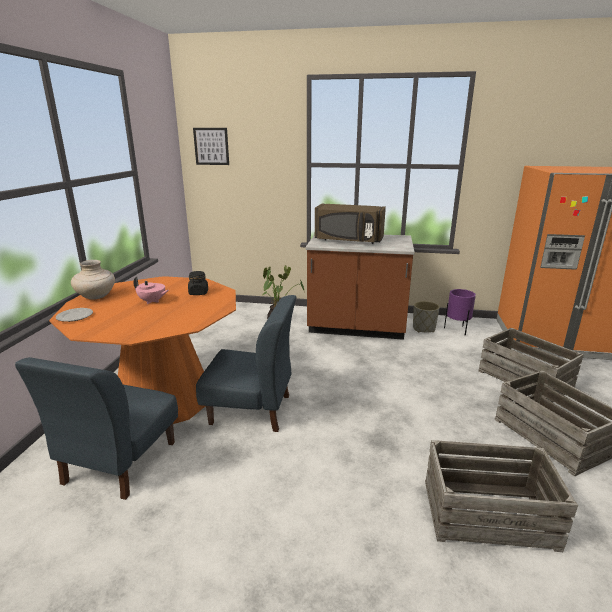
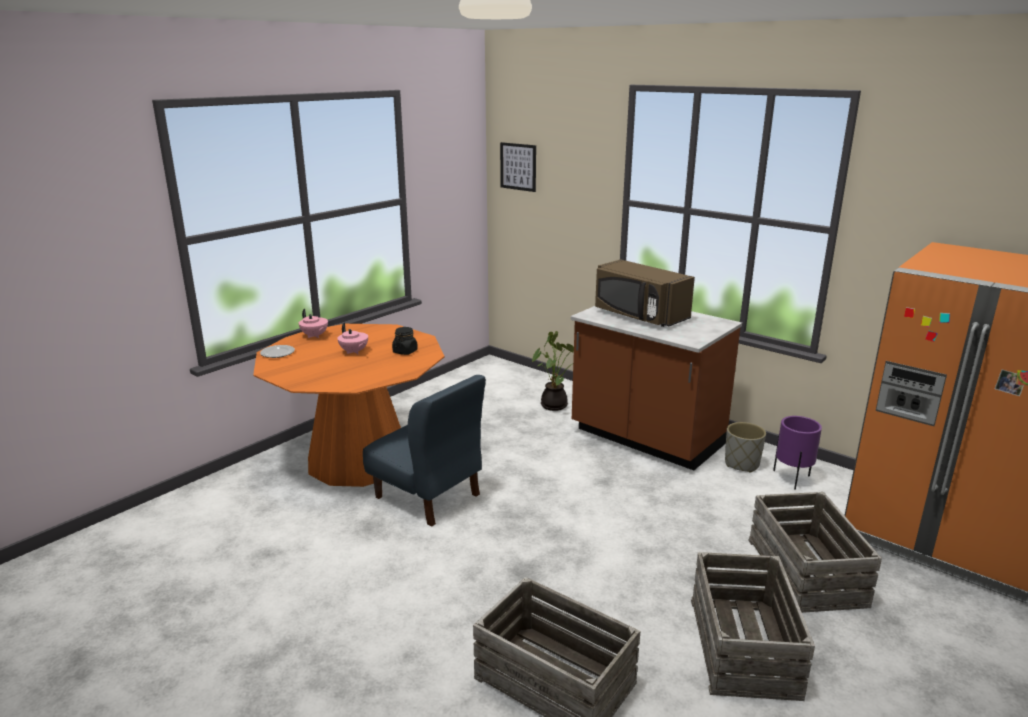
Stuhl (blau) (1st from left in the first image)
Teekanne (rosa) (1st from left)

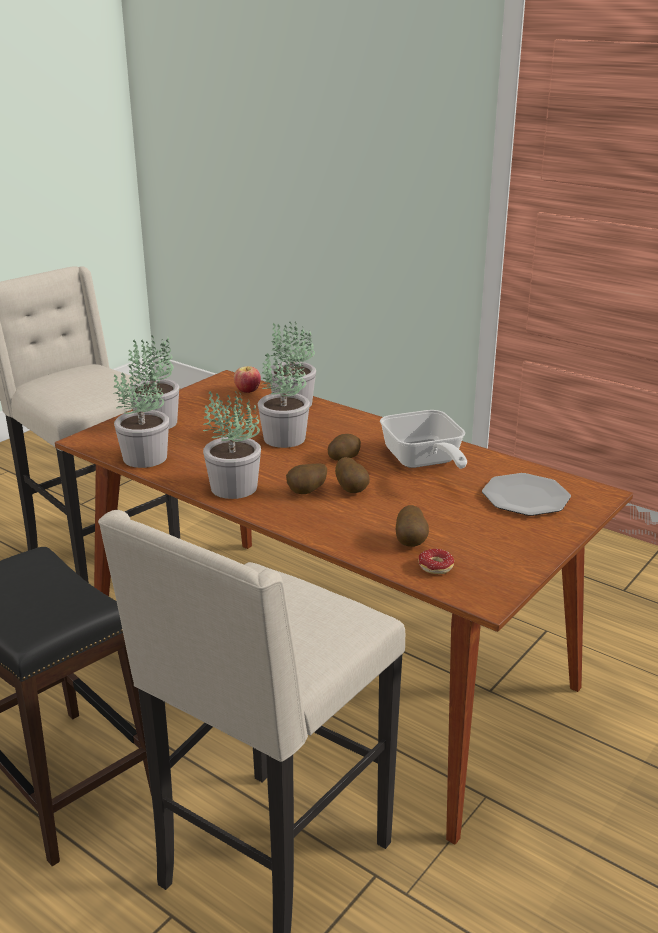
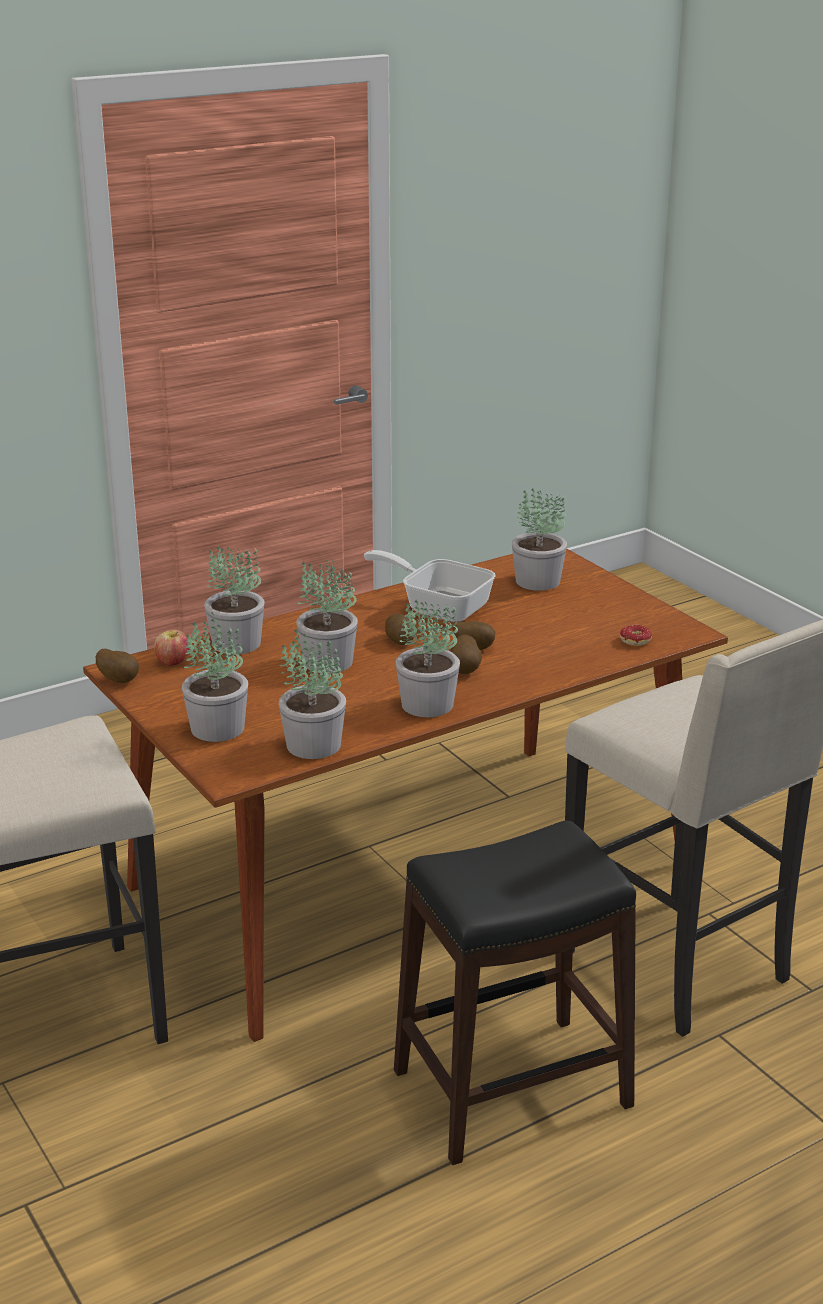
Pfanne
Kartoffel (1st from left)
Topfpflanze (6th from left)

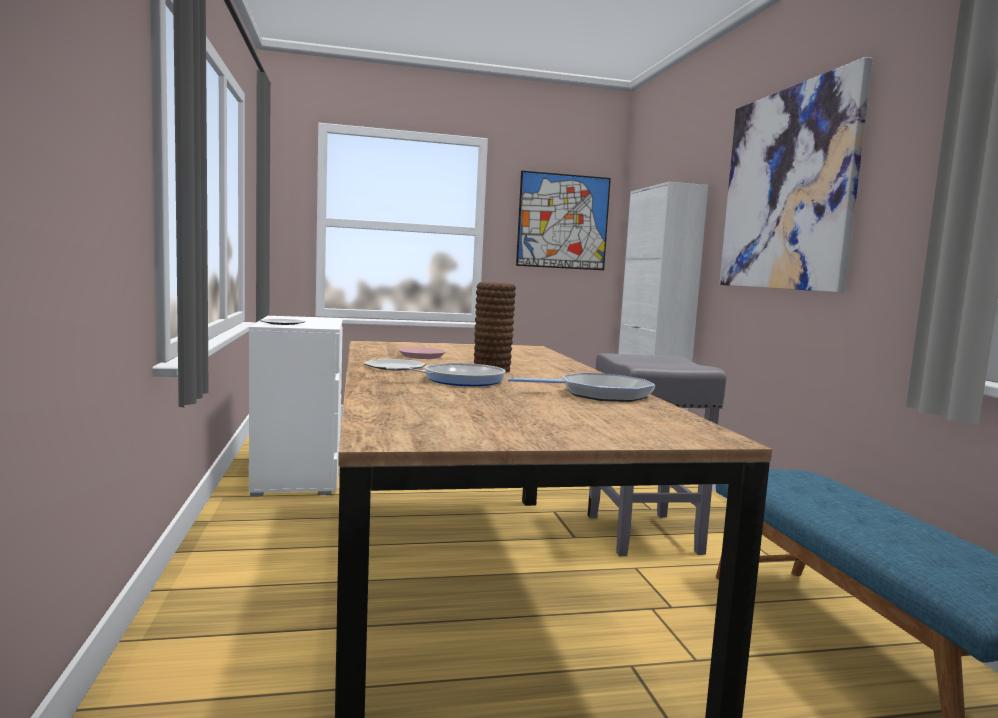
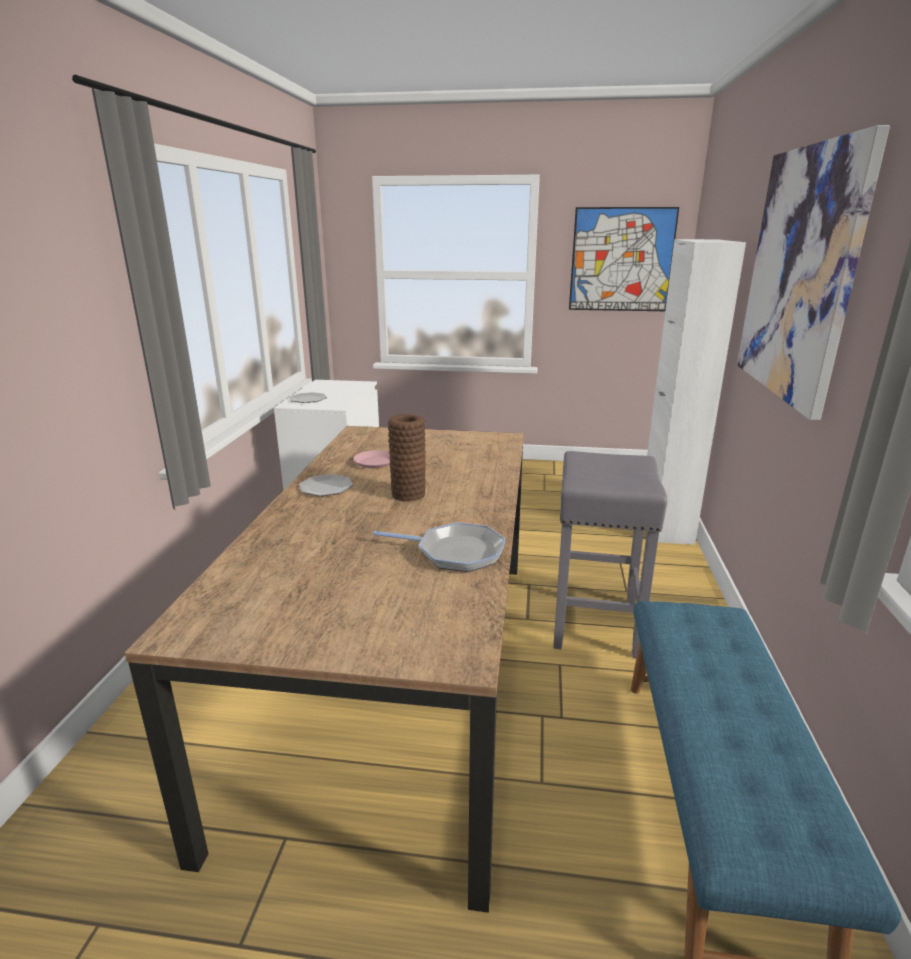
Pfanne (1st from left in the first image)

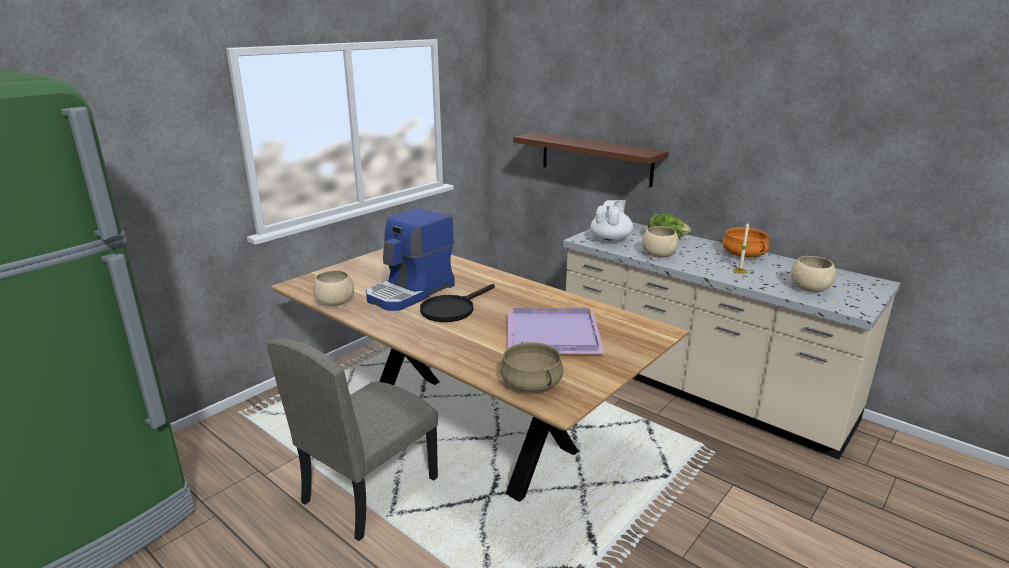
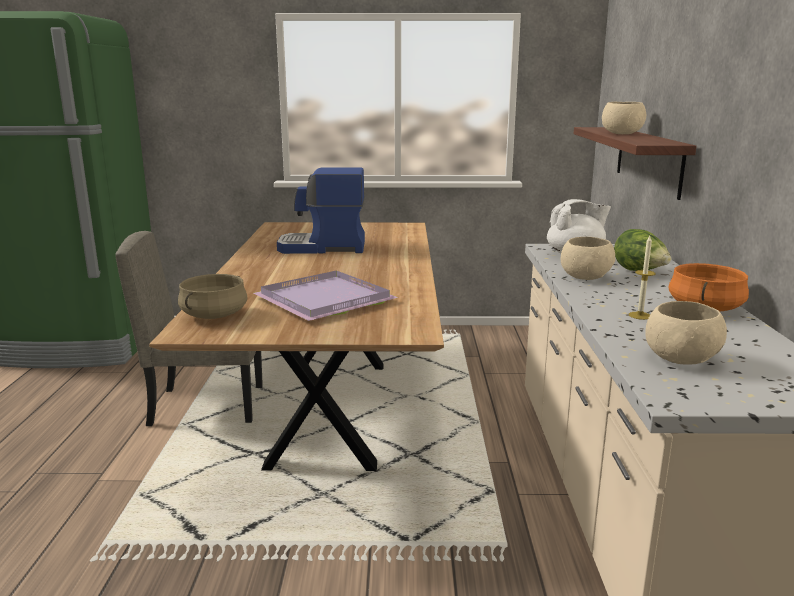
Schüssel (beige) (2nd from left)
Pfanne (schwarz)

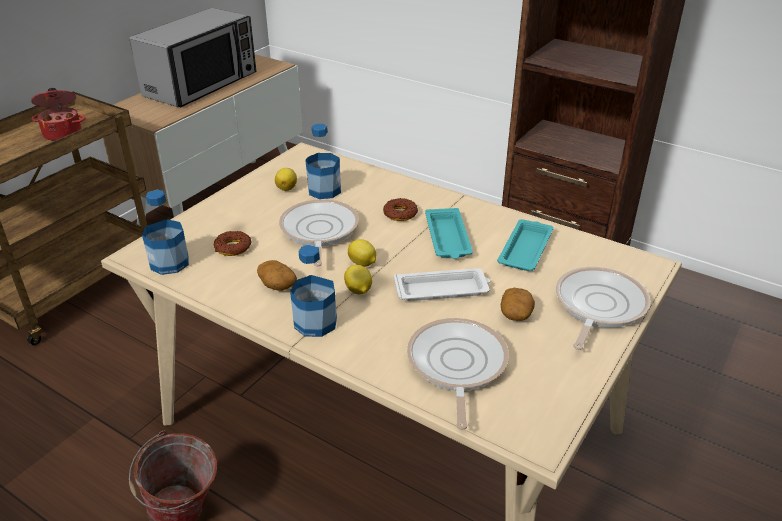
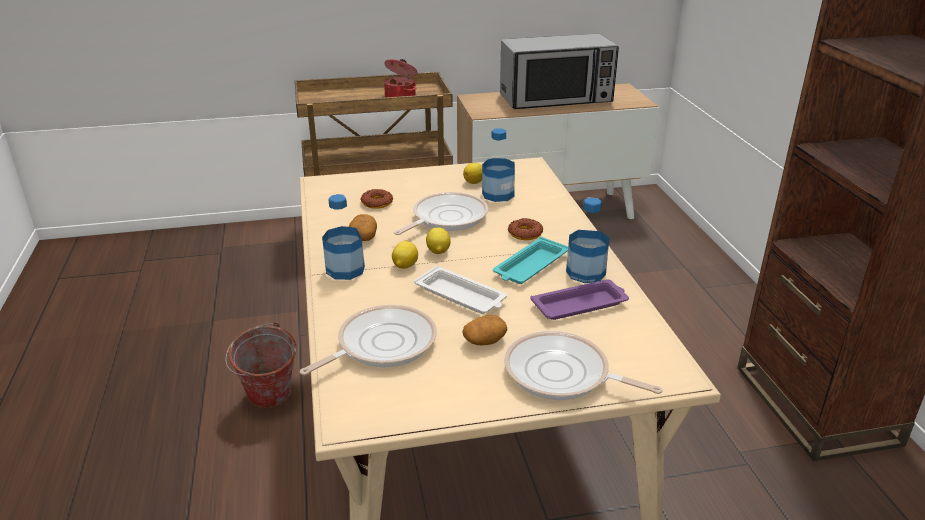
Flasche (3rd from left)
Tablett (lila)
Pfanne (3rd from left)

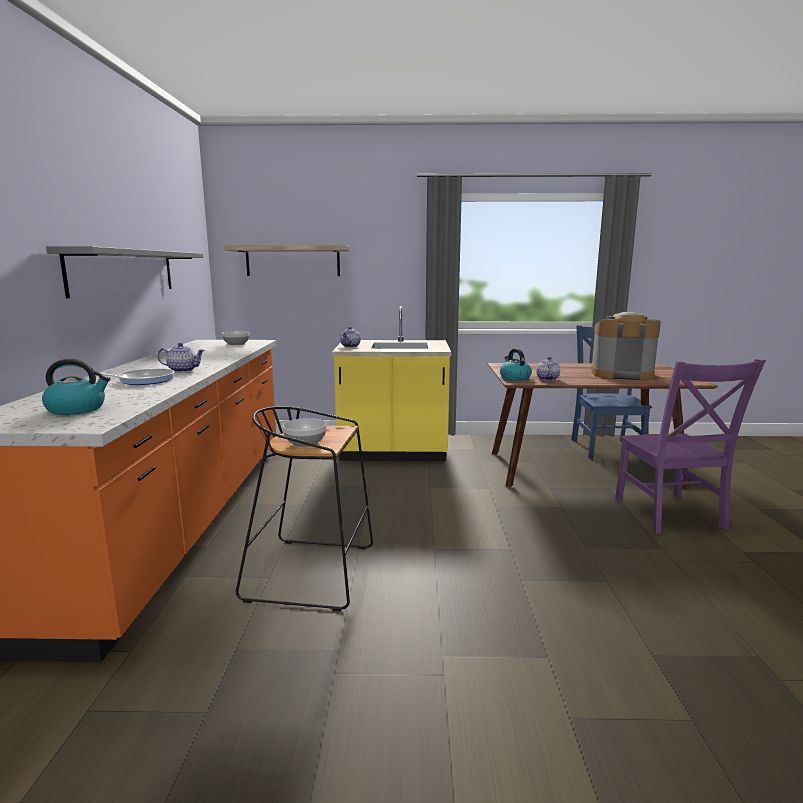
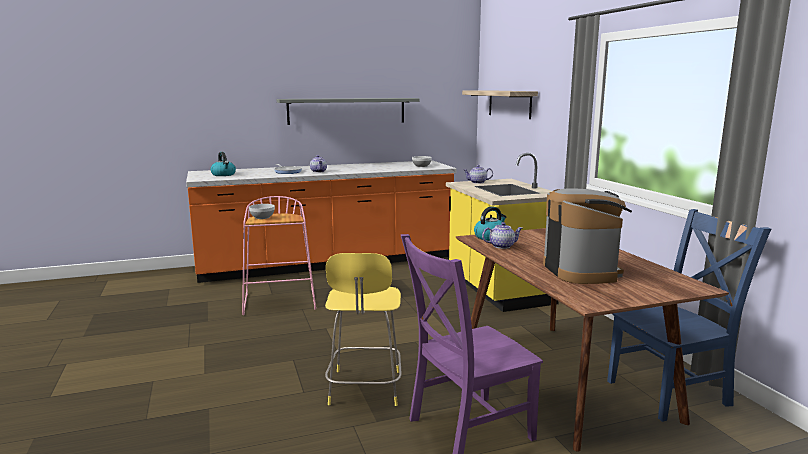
Hocker (rosa)
Hocker (gelb)

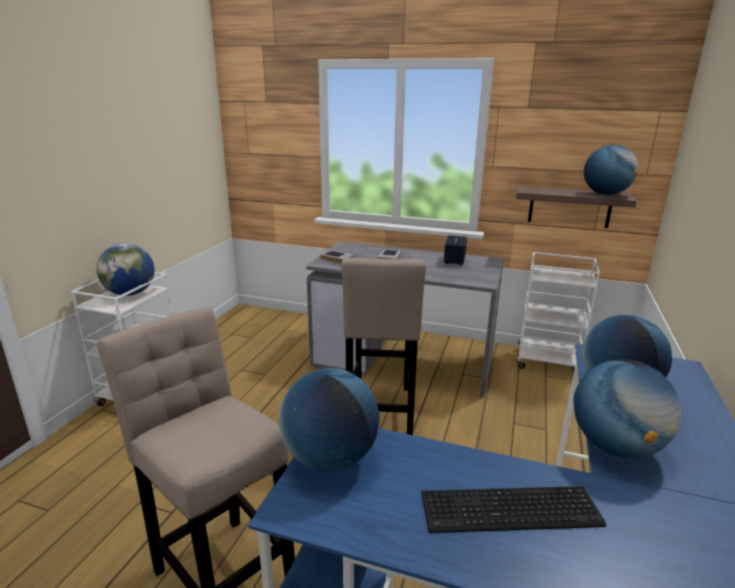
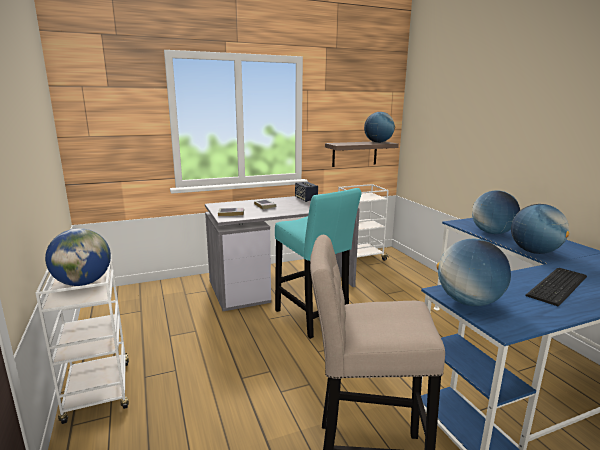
Hocker (türkis)

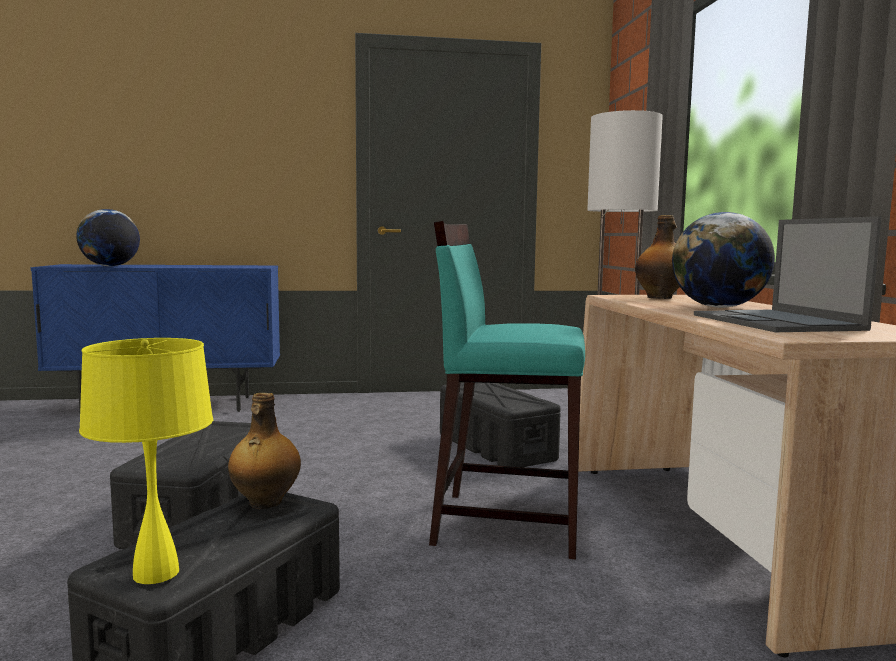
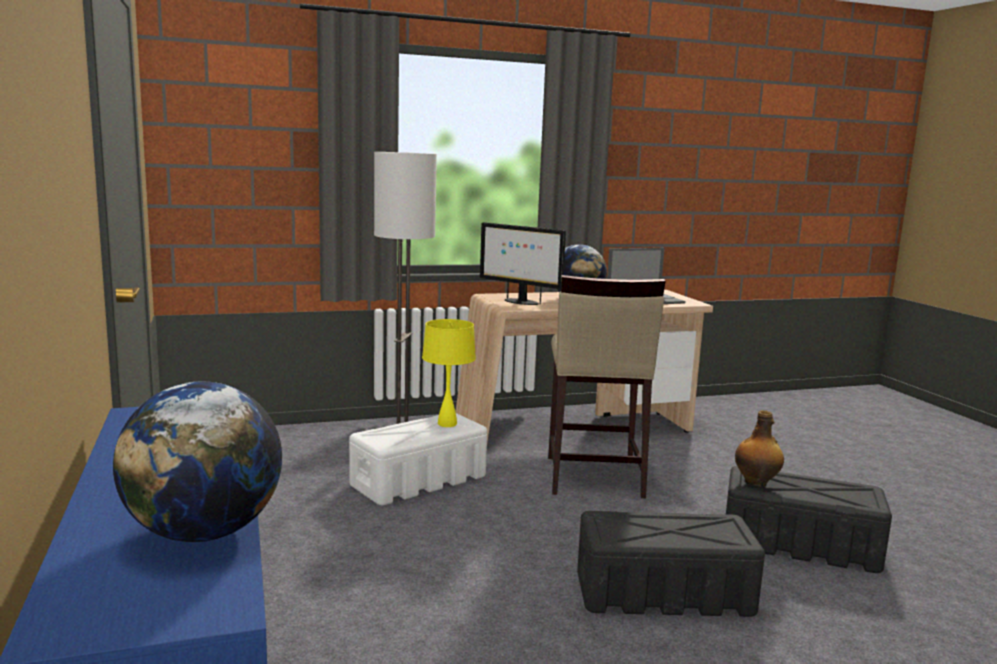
Tischlampe (gelb)
Hocker (beige)
Aufbewahrungsbox (weiß)
Monitor

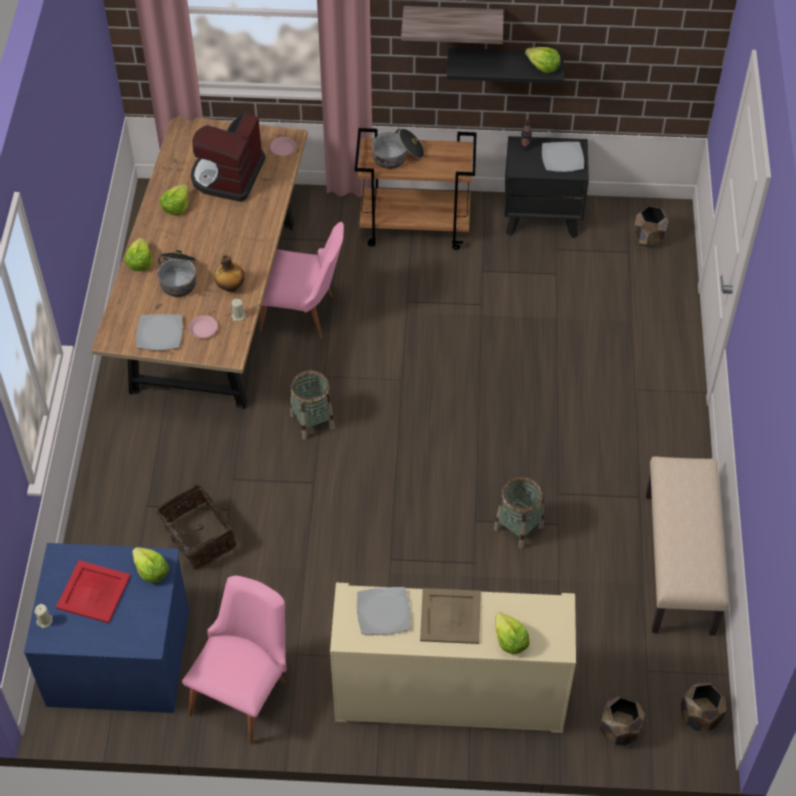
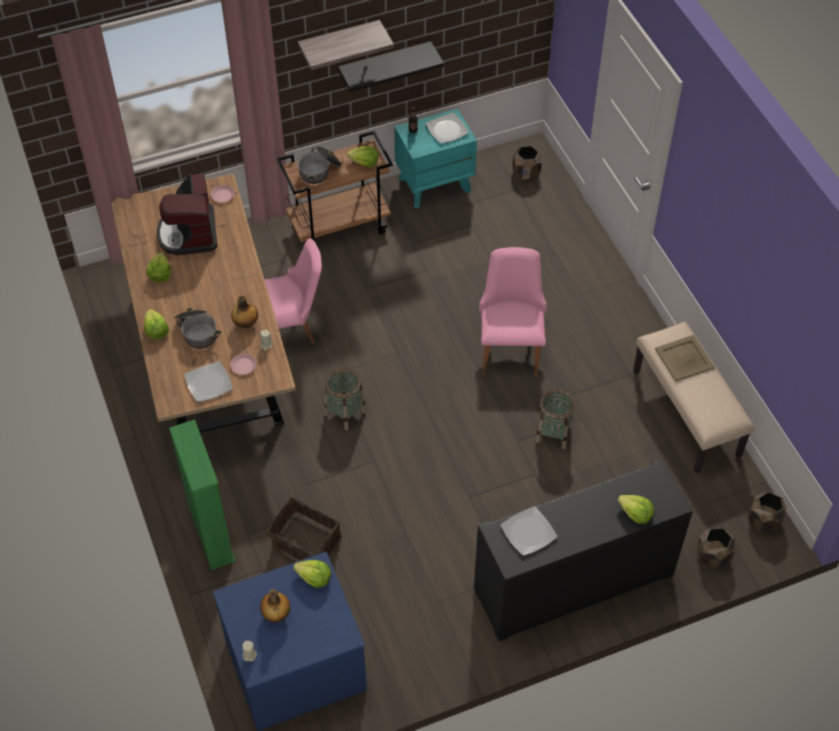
Flasche (2nd from left)
Stuhl (rosa) (2nd from left)
Schrank (schwarz)
Tablett (beige)
Nachttisch (türkis)
Salatkopf (4th from left)
Bücherregal (grün)

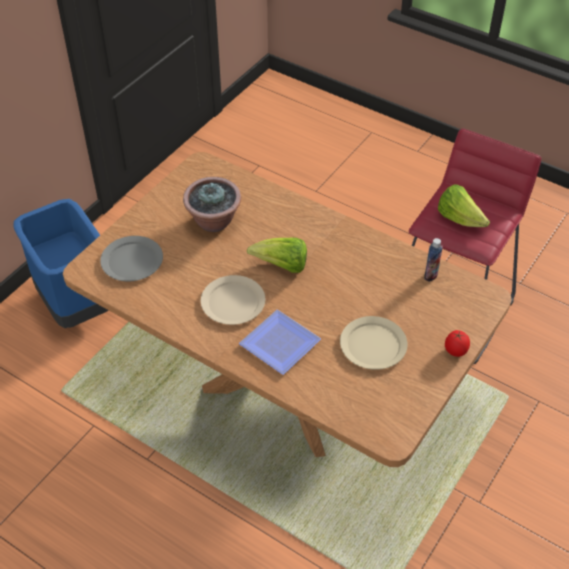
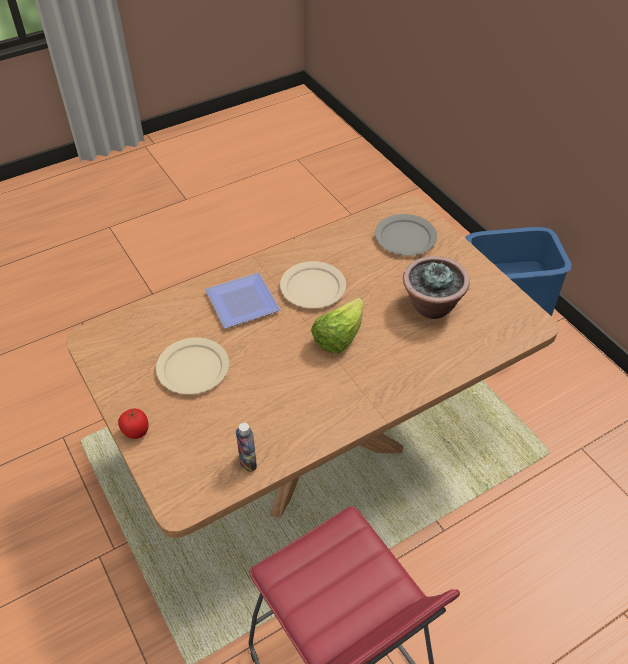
Salatkopf (2nd from left in the first image)

